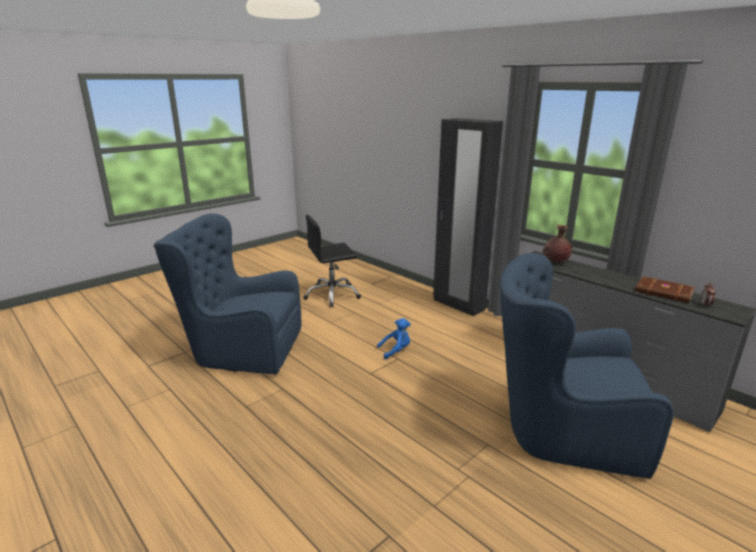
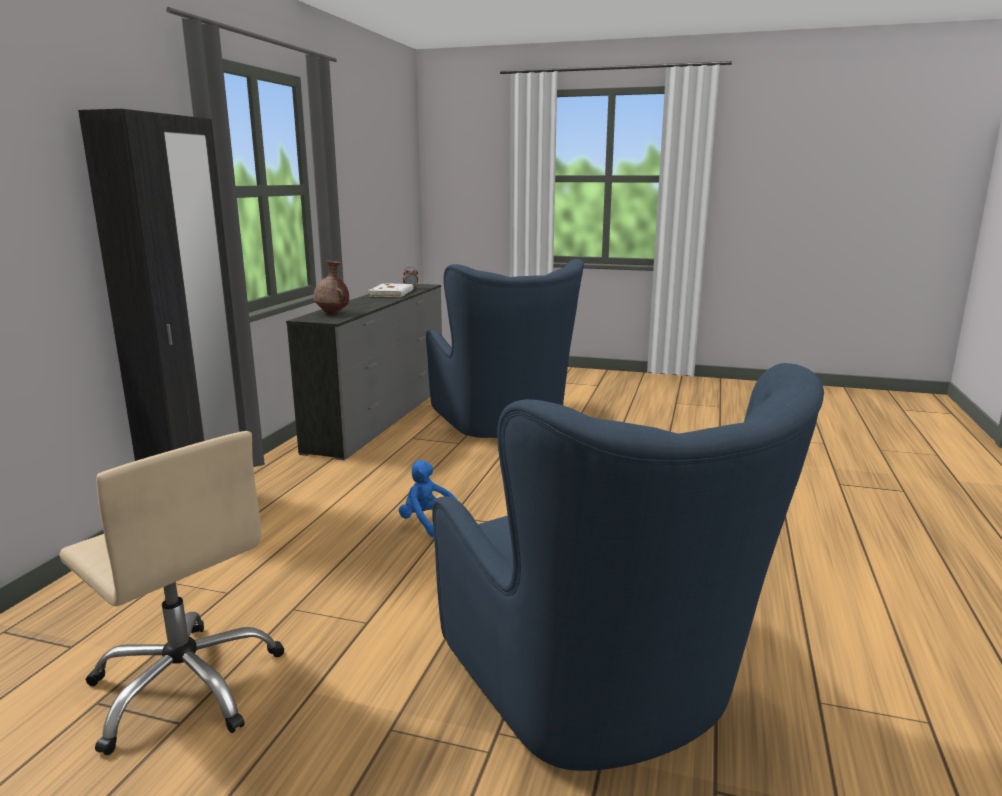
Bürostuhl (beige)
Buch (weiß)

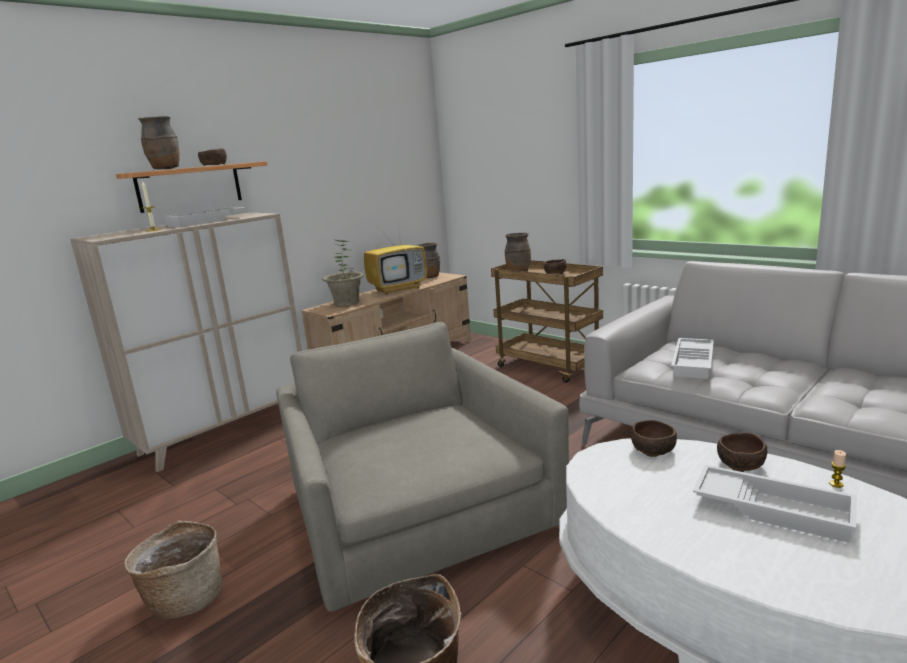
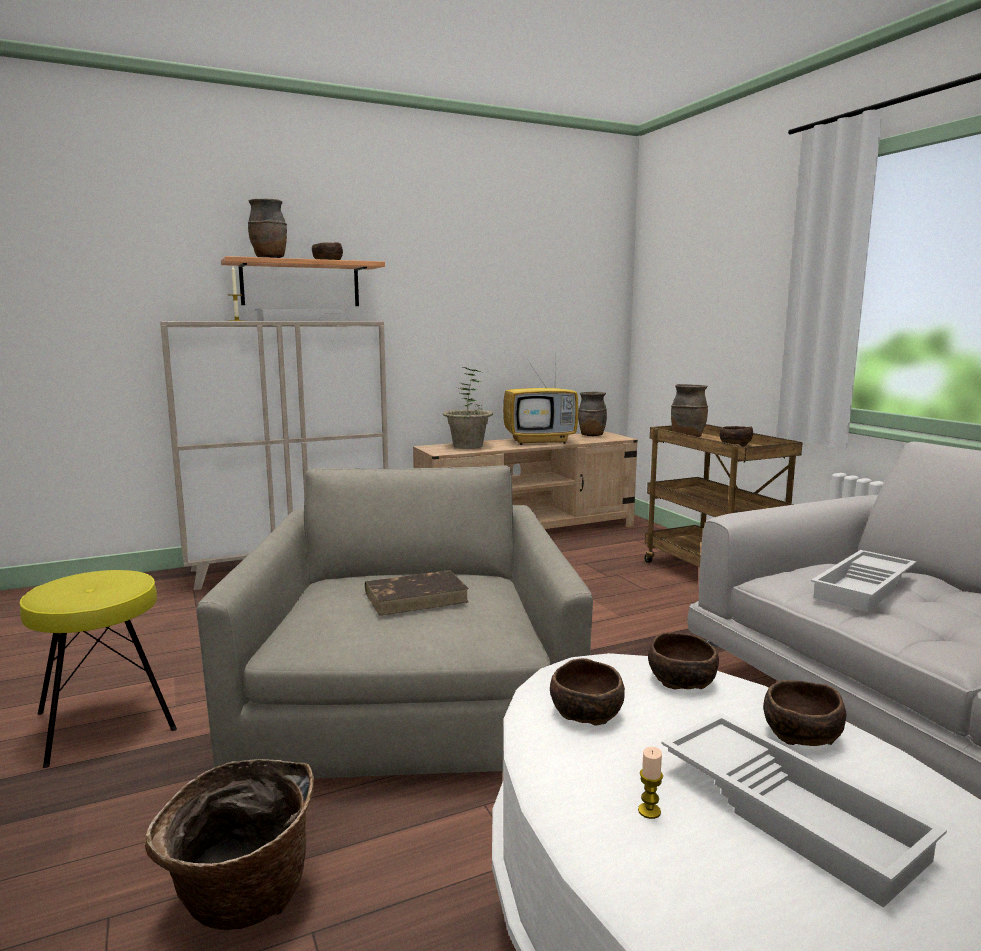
Hocker (gelb)
Kerze (2nd from left)
Buch (braun)
Schüssel (braun) (2nd from left)

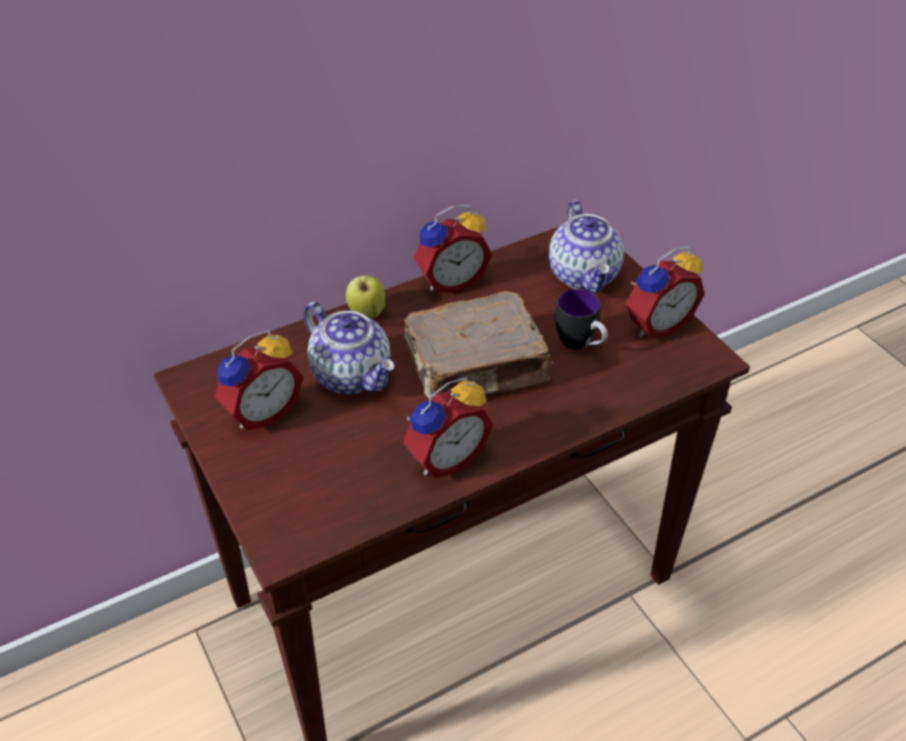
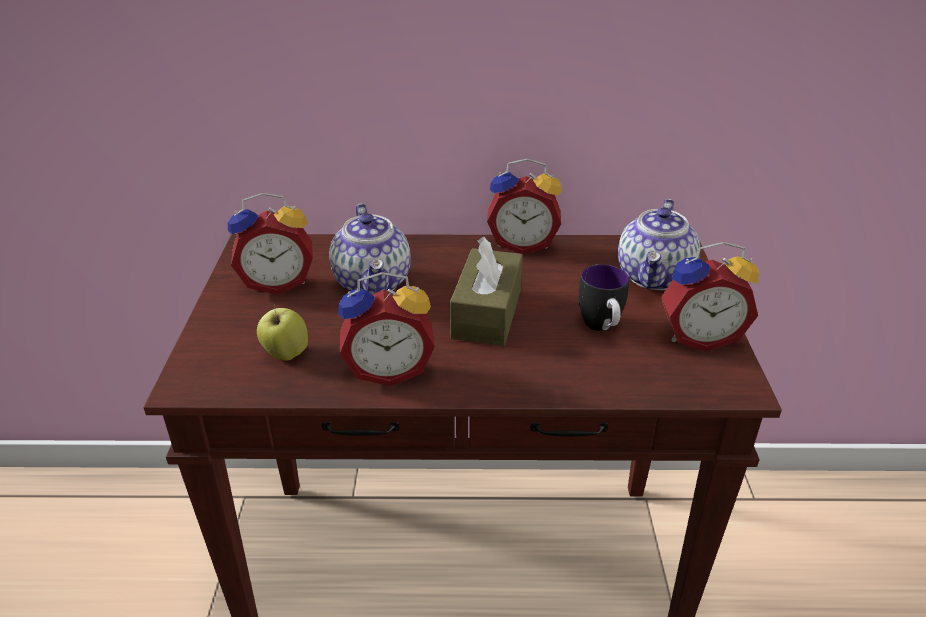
Apfel
Taschentuchbox (braun)

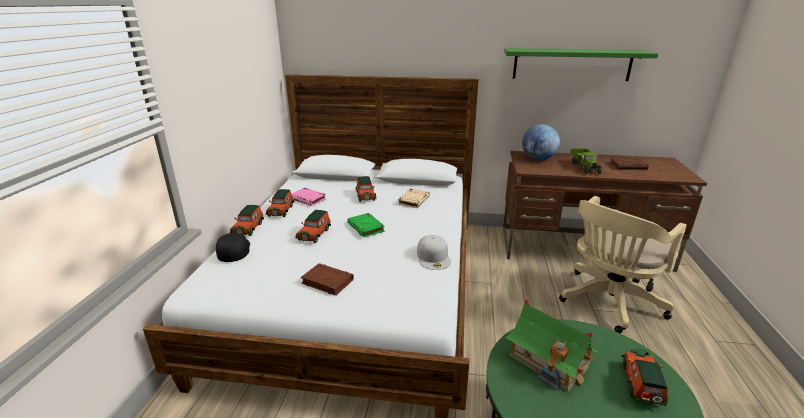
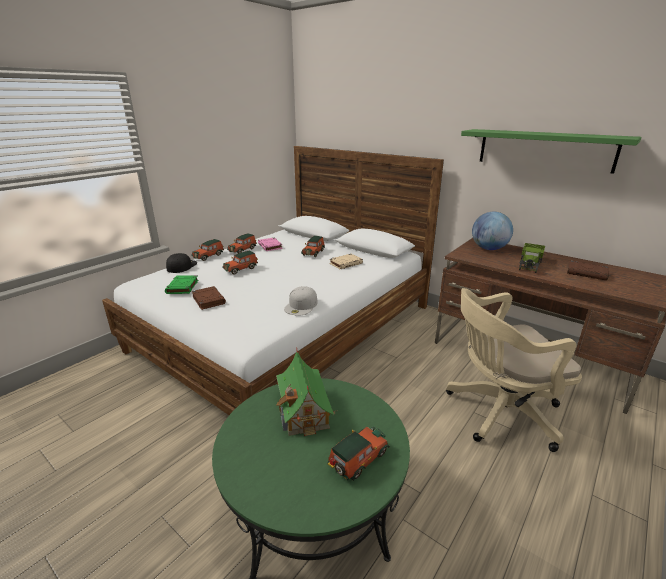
Buch (grün)

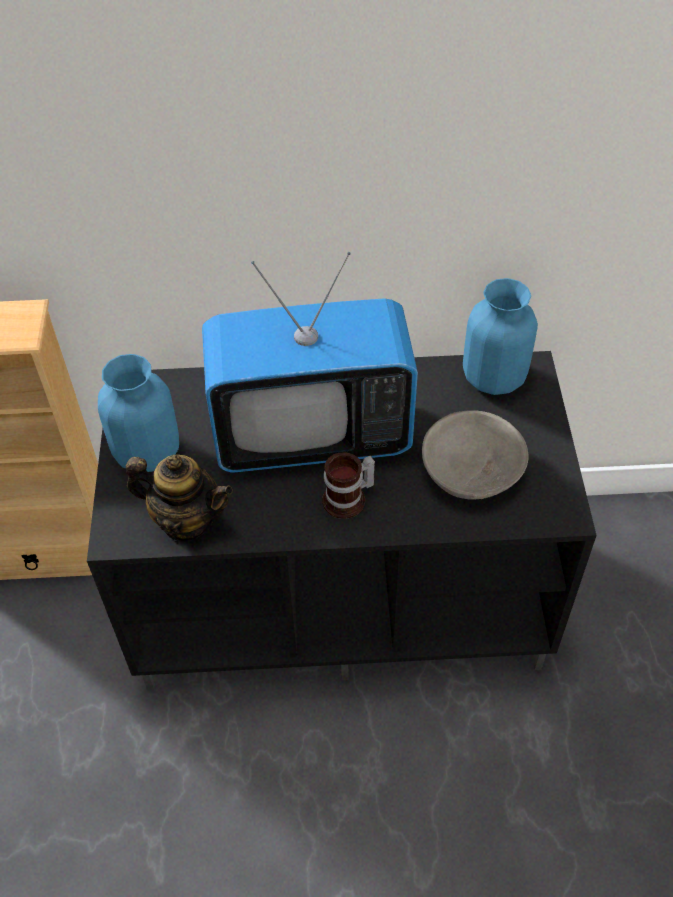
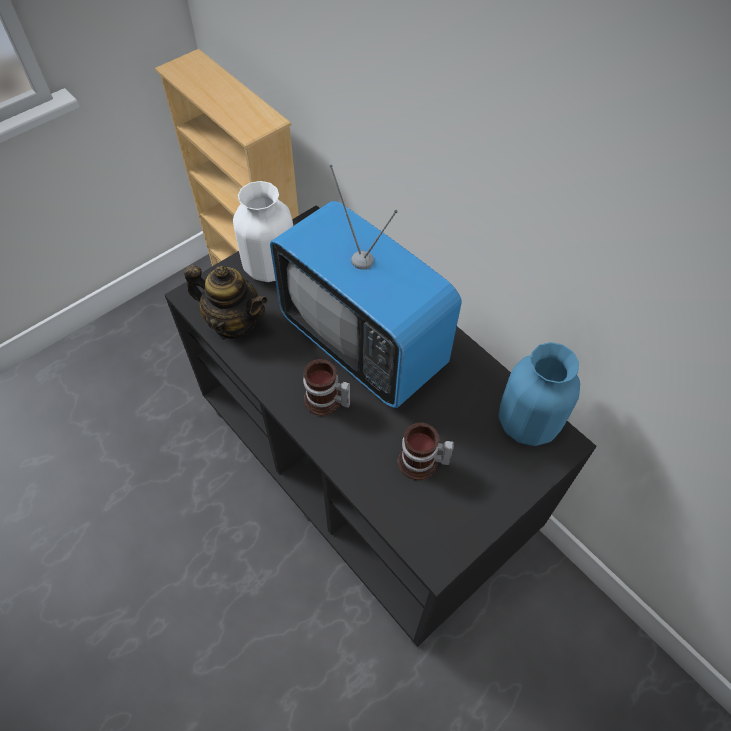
Vase (weiß)
Teekanne
Henkelbecher (2nd from left)

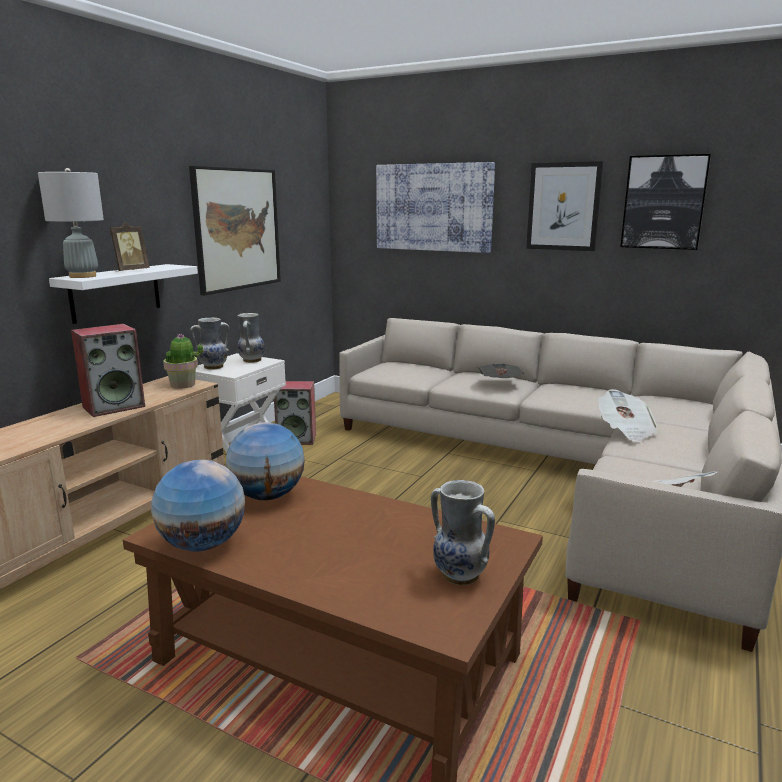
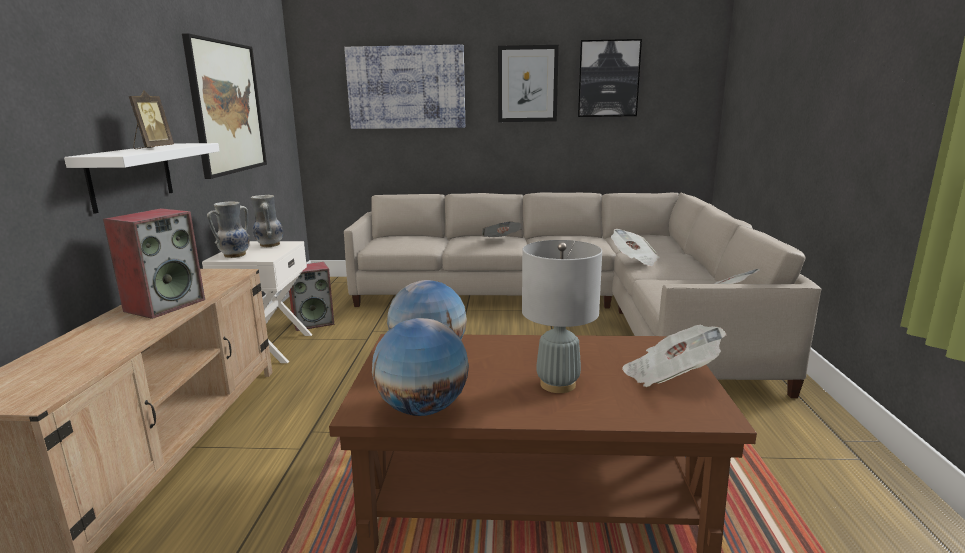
Tischlampe (grau)
Topfpflanze
Zeitung (3rd from left)

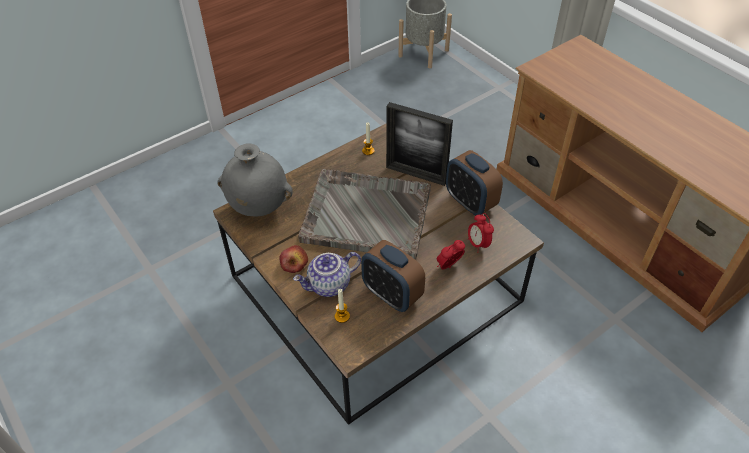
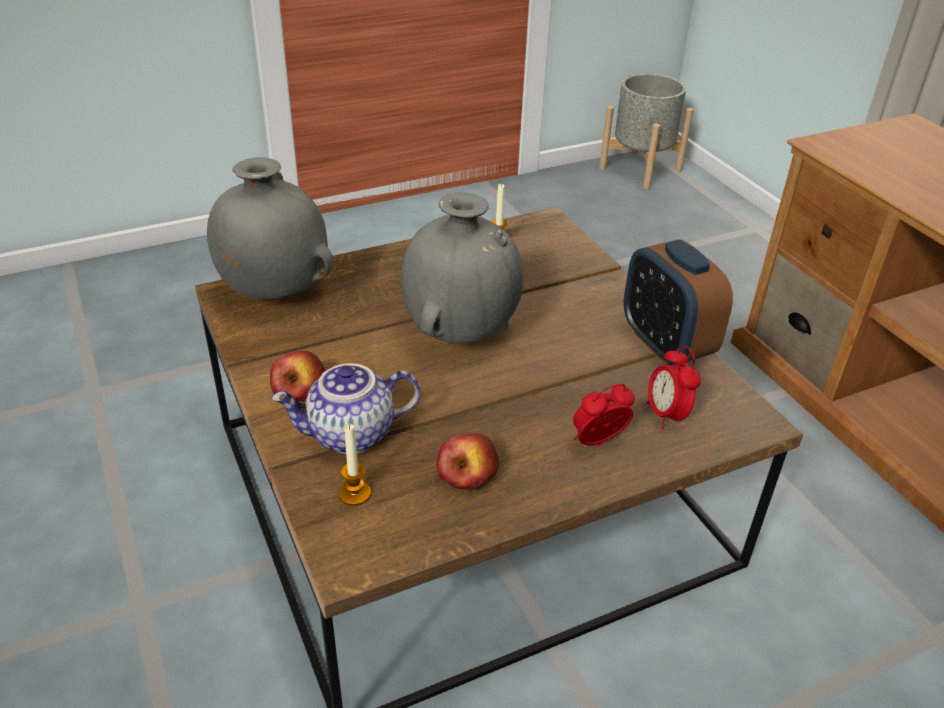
Vase (grau) (2nd from left)
Apfel (2nd from left)
Bilderrahmen

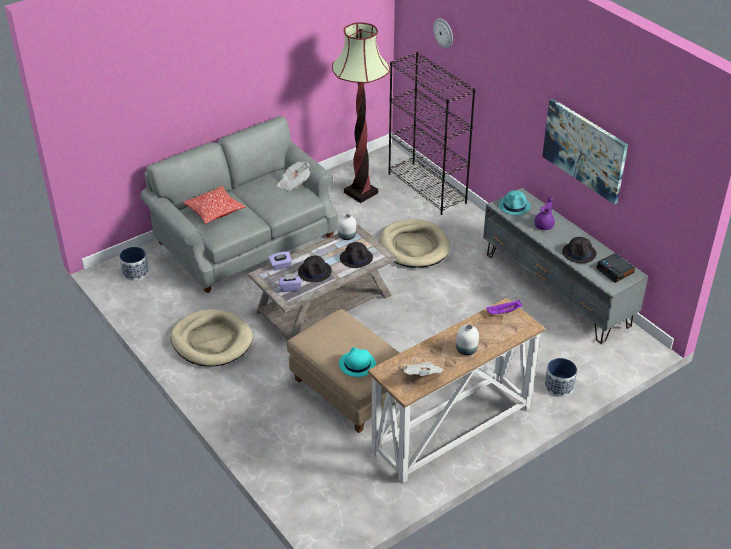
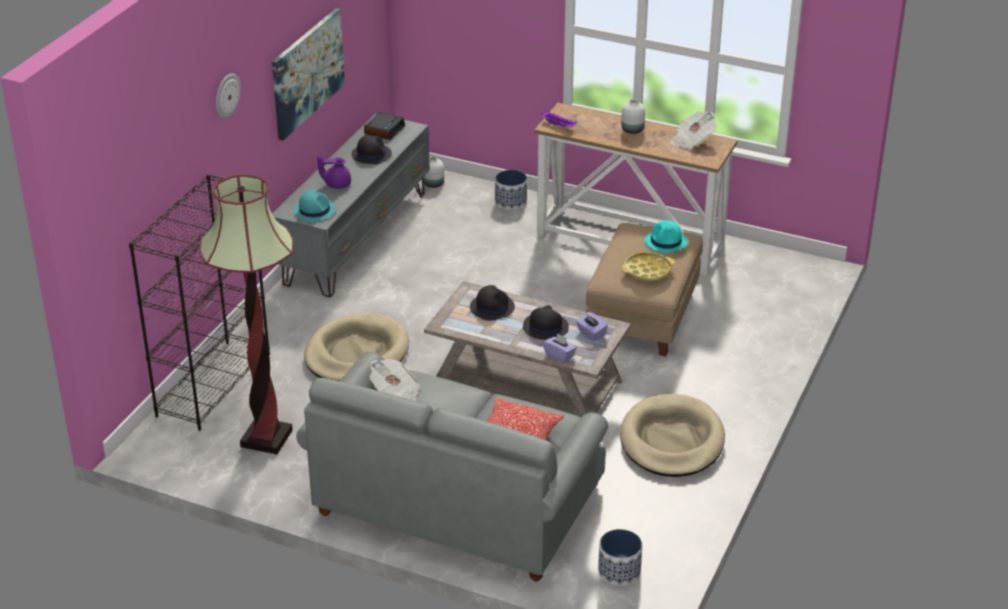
Vase (weiß) (1st from left)
Wanduhr
Tablett (gelb)

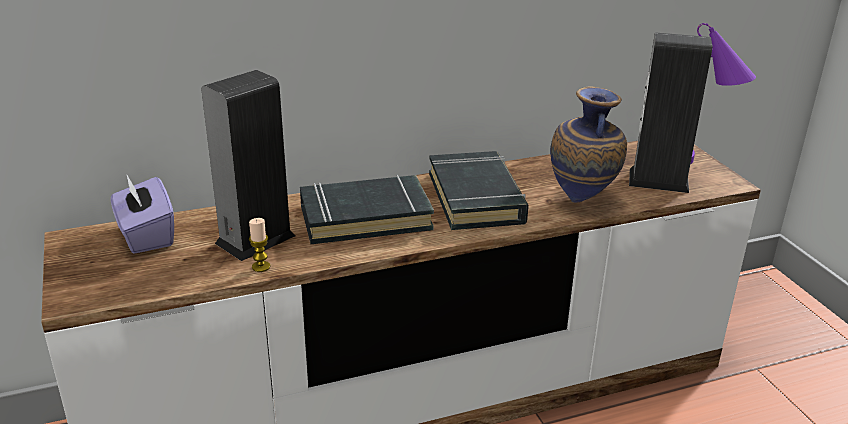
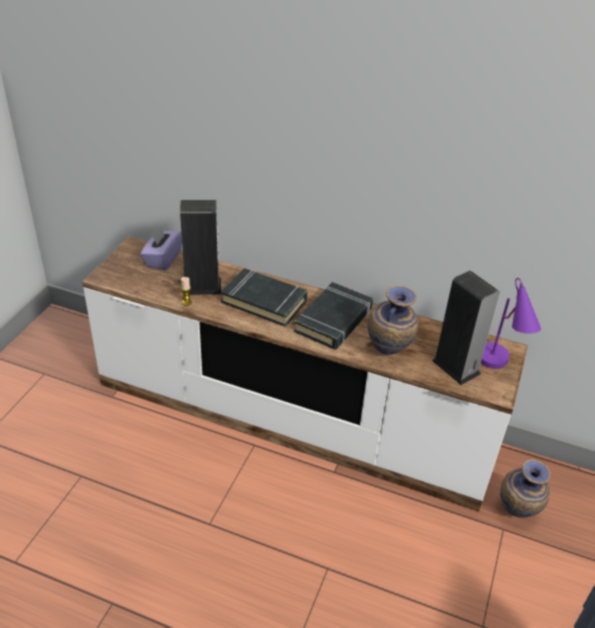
Vase (2nd from left)

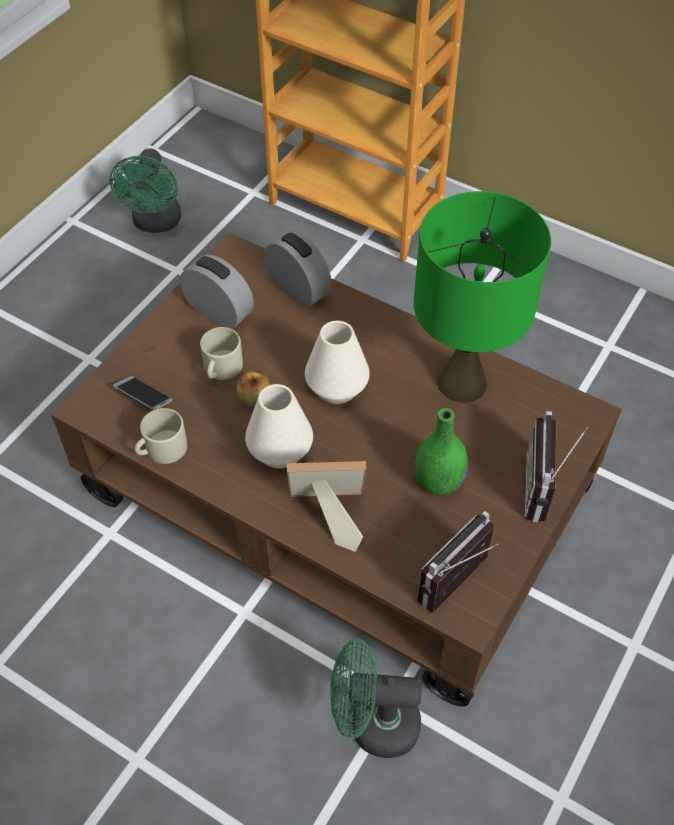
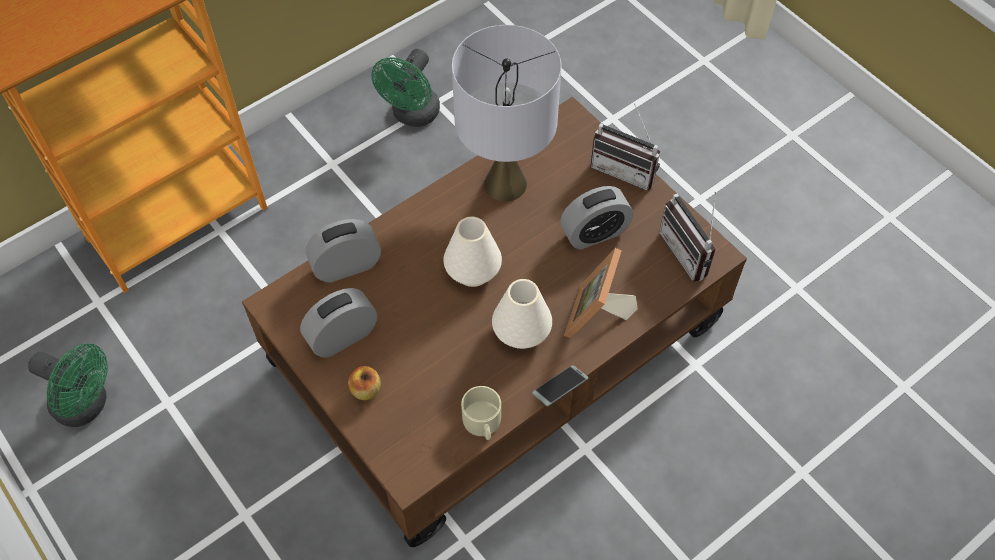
Handy
Henkelbecher (beige) (2nd from left in the first image)
Apfel
Ventilator (grün) (2nd from left)
Tischlampe (grau)
Wecker (3rd from left)

